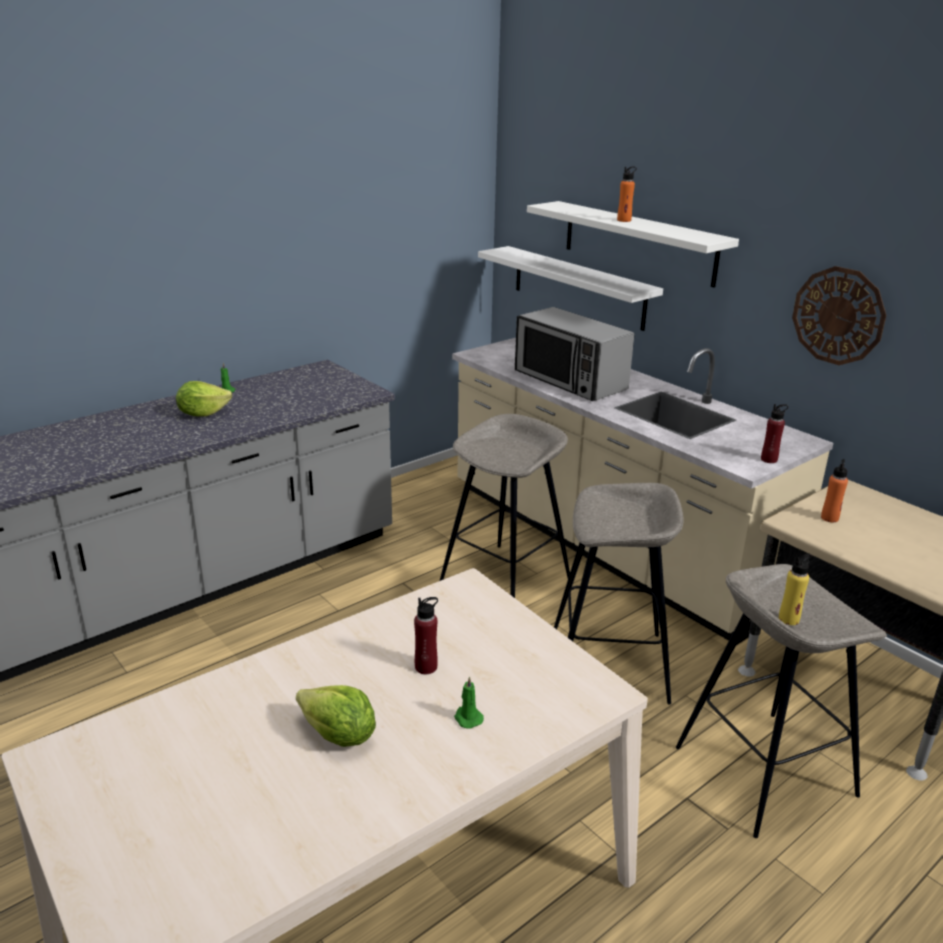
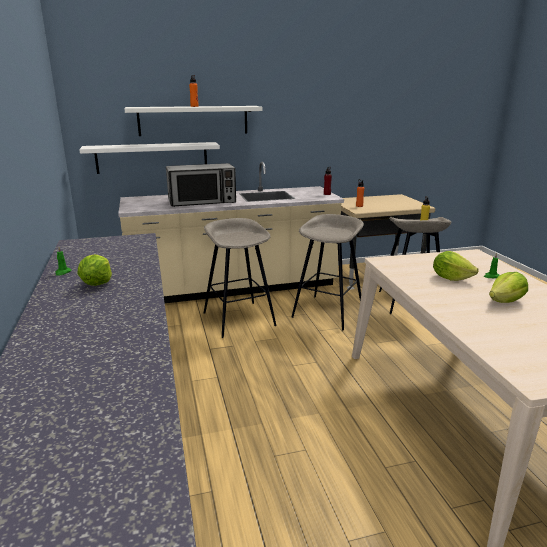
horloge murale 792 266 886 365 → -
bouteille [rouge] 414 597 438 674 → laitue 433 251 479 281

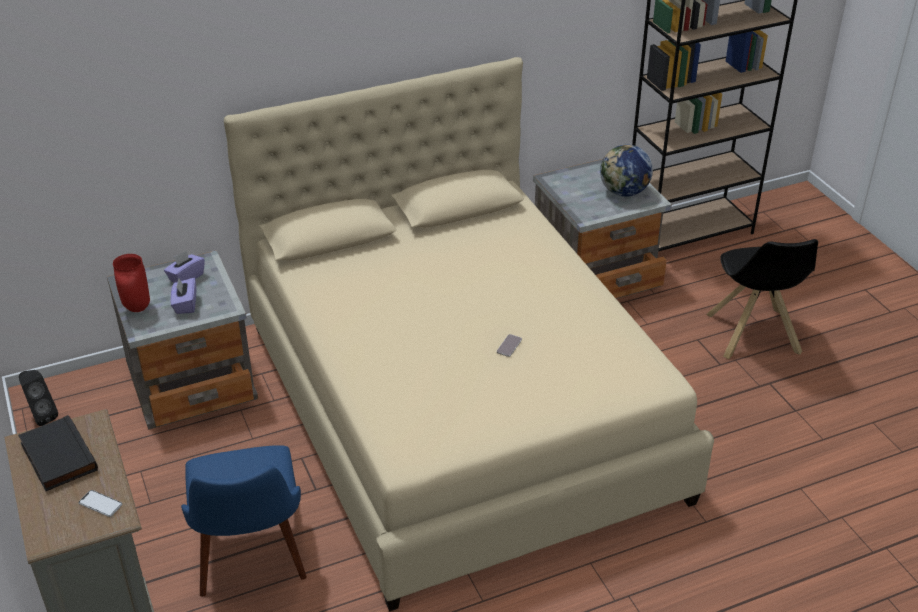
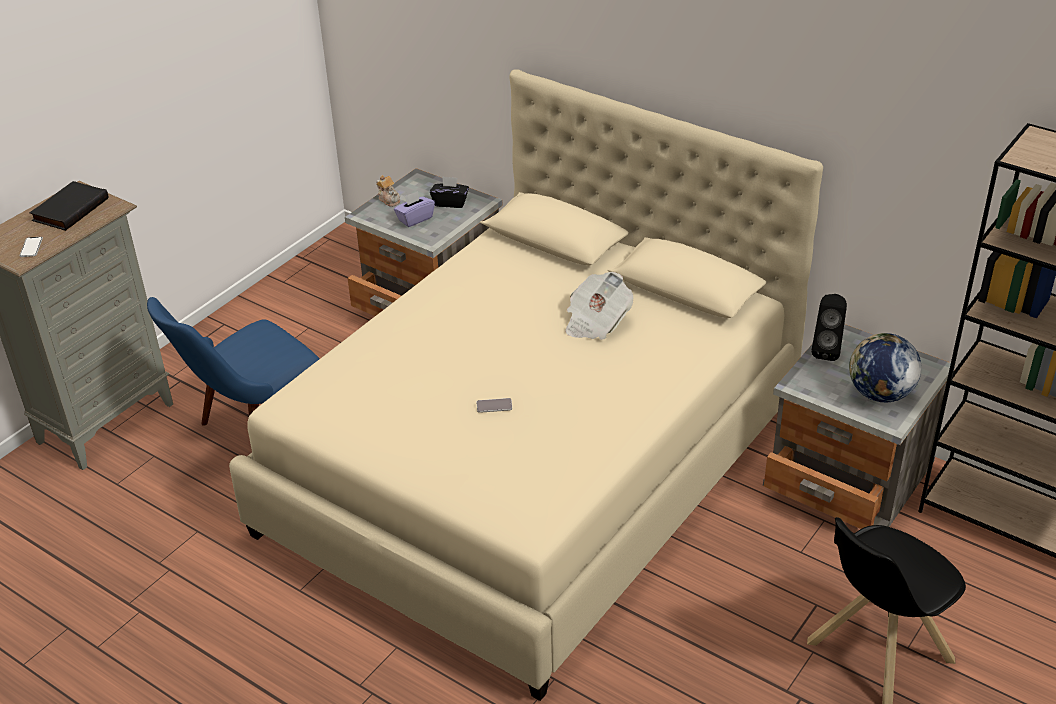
boîte à mouchoirs [violet] 164 250 205 283 → boîte à mouchoirs [noir] 430 176 469 208
vase [rouge] 113 254 150 312 → théière 376 175 400 207
enceinte [noir] 19 370 58 426 → enceinte [noir] 811 294 847 361, moved
- → journal 565 272 633 340

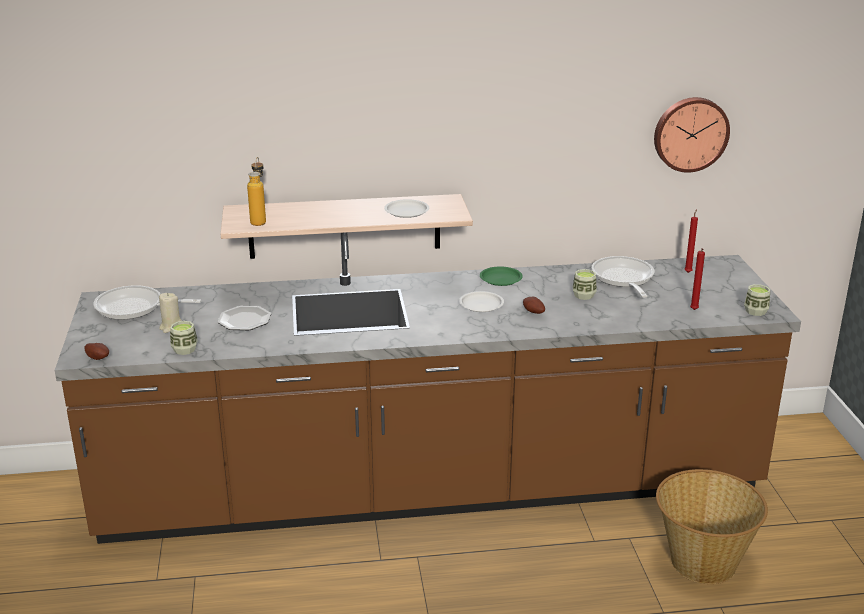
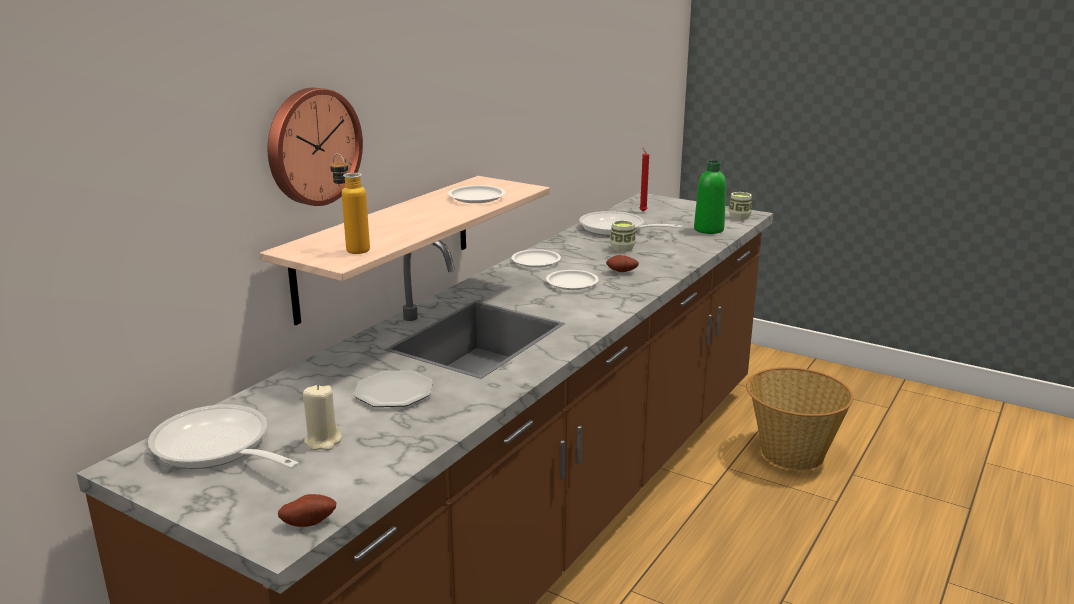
horloge murale 654 97 730 173 → horloge murale 268 88 363 206, moved
bougie [rouge] 690 248 705 310 → bouteille [vert] 694 160 726 234
assiette [vert] 480 266 523 286 → assiette [blanc] 512 249 561 268
poêle 93 285 202 320 → poêle 148 404 299 469, 75 degrees clockwise
tasse 170 321 198 355 → -

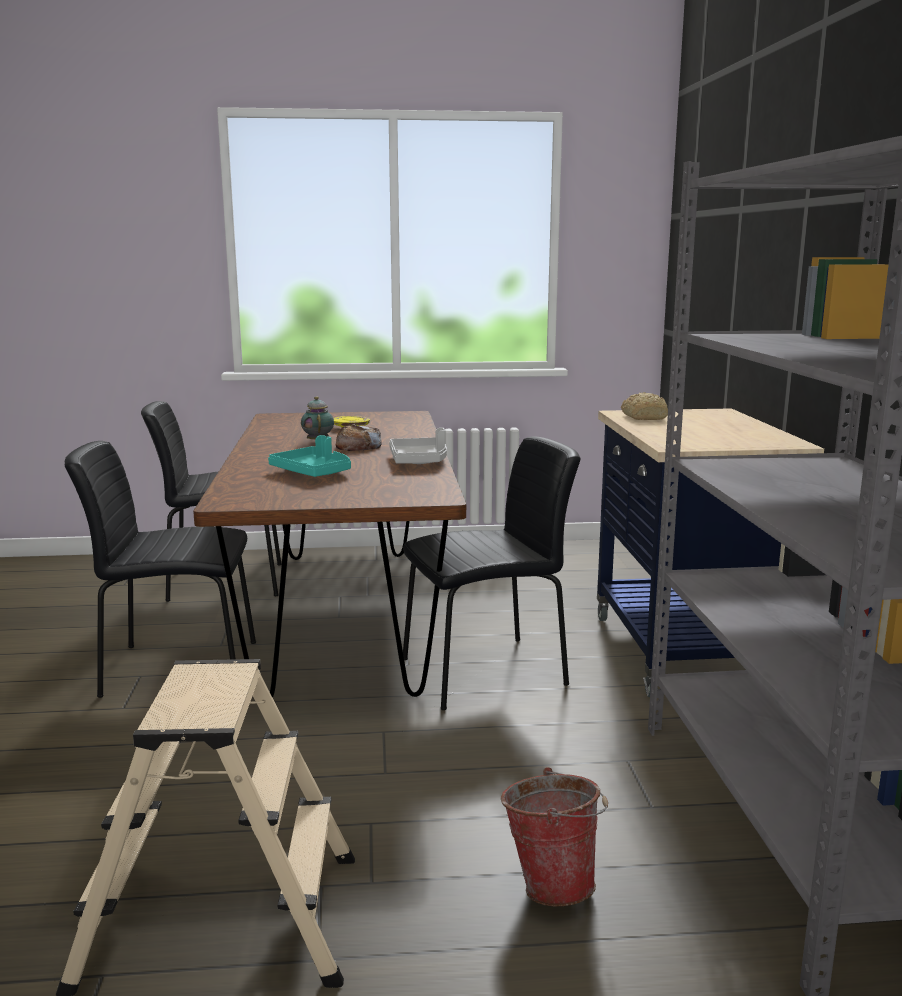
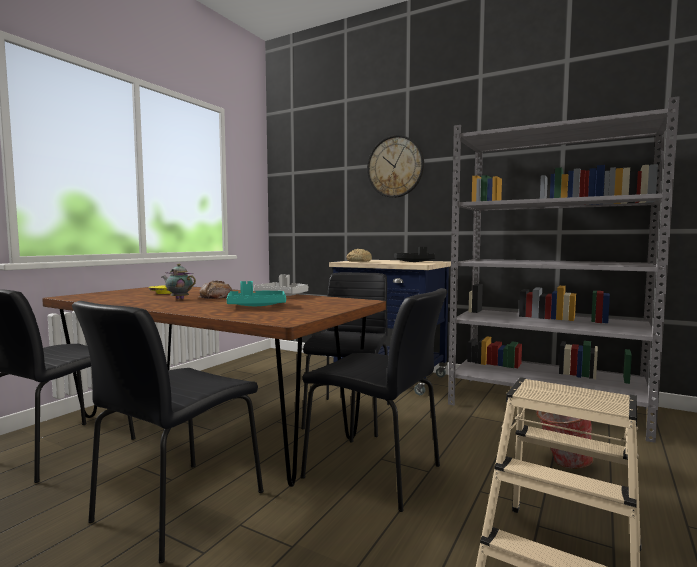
- → horloge murale 367 135 424 198
- → plateau [noir] 394 247 436 262
- → chaise [noir] 301 288 448 512

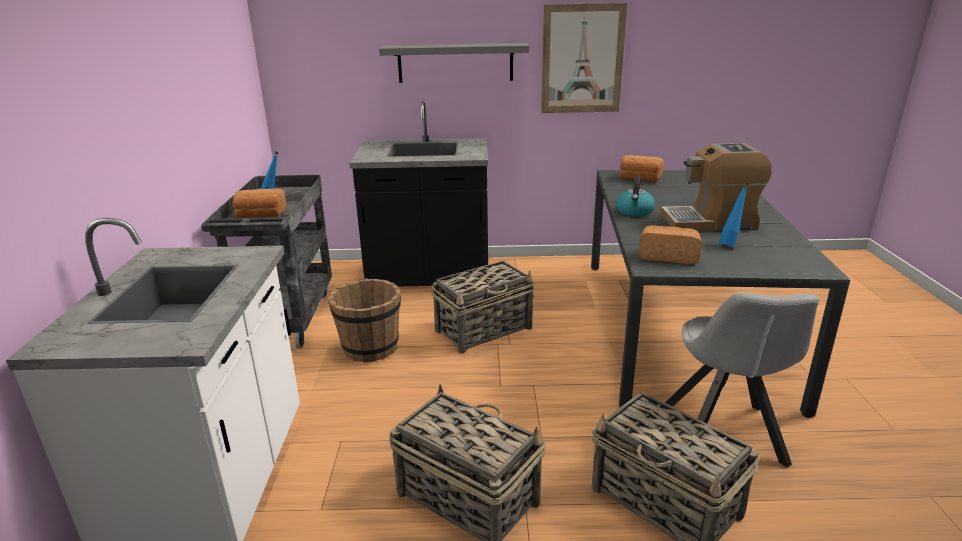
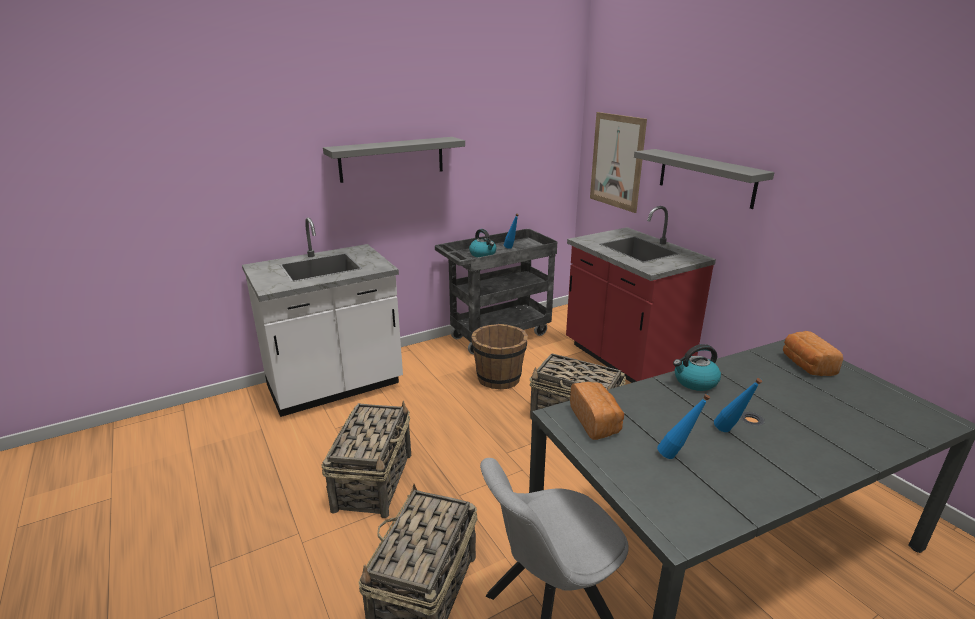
tableau 541 3 627 113 → tableau 590 112 647 213, moved
comptoir de cuisine [noir] 349 101 488 286 → comptoir de cuisine [rouge] 566 206 716 383
machine à café 660 143 772 231 → bouteille [bleu] 714 378 762 432
pain 232 188 287 218 → bouilloire 469 229 496 257
- → étagère [gris] 323 137 465 183

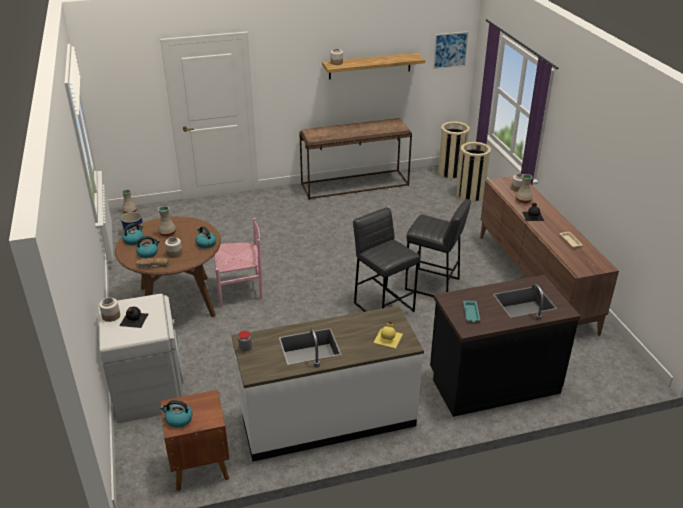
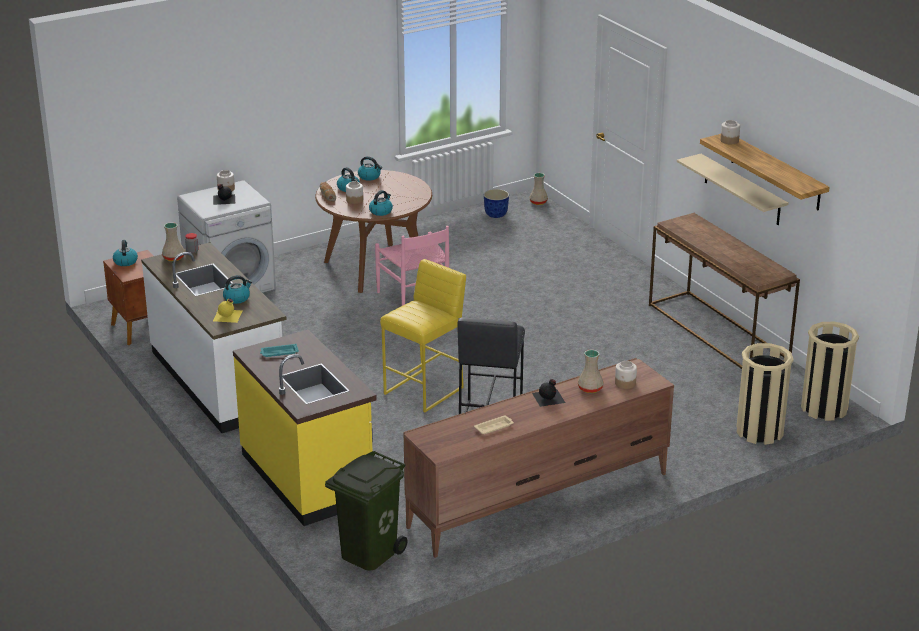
tableau 433 31 469 69 → -
vase [beige] 158 206 176 237 → vase [beige] 162 222 185 261, moved
tabouret [gris] 353 207 420 312 → tabouret [jaune] 380 259 466 412
comptoir de cuisine [noir] 430 275 580 417 → comptoir de cuisine [jaune] 233 330 377 526
- → étagère [beige] 677 154 789 225
- → bouilloire 223 275 252 304
- → poubelle [vert] 325 451 408 571

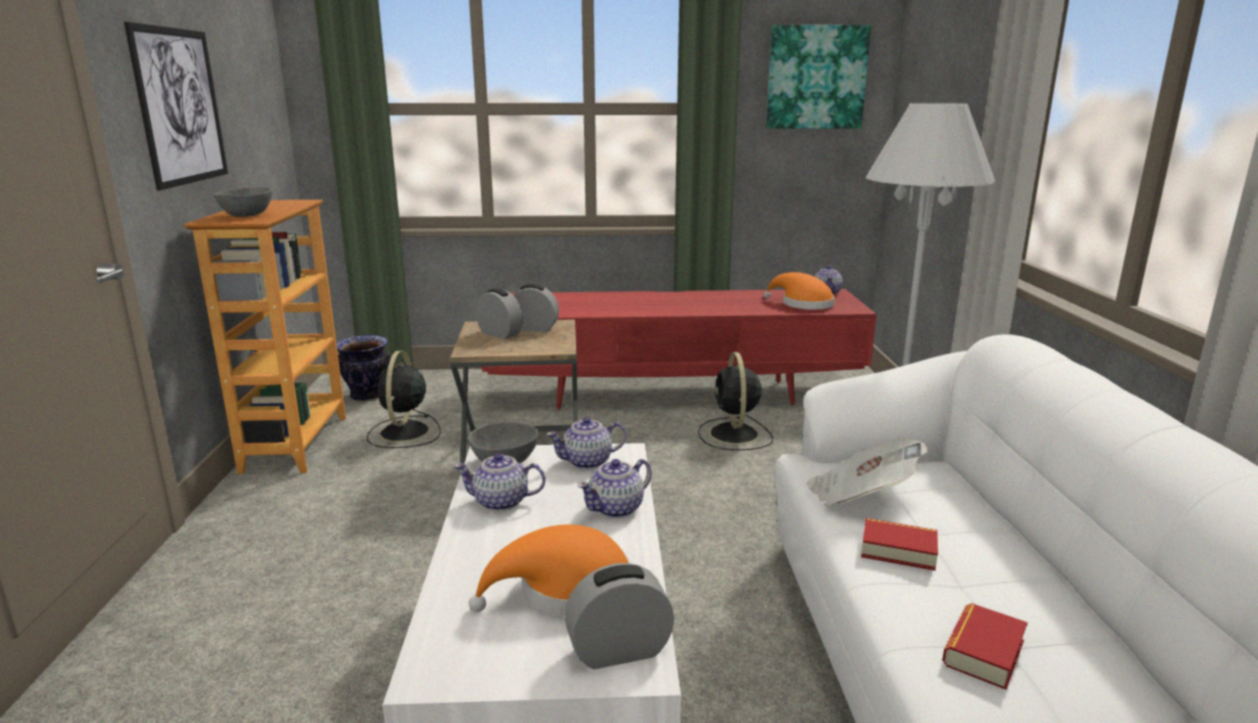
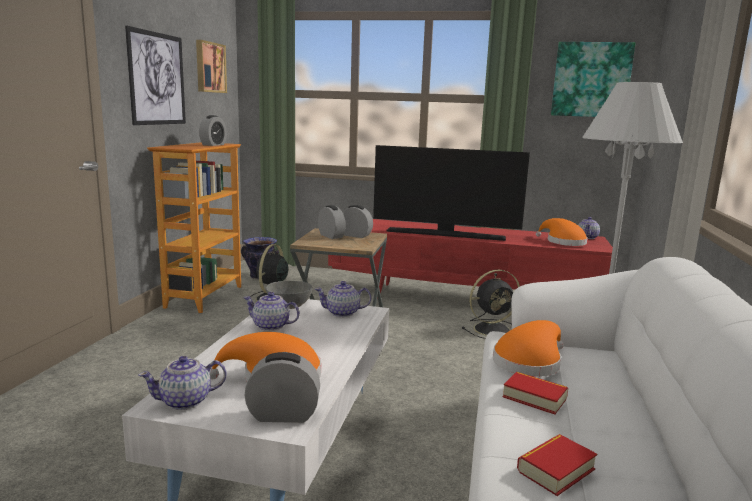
bol [gris] 214 187 272 217 → -
ventilateur [noir] 698 352 773 450 → ventilateur [noir] 462 270 520 339, 120 degrees counterclockwise
journal 806 437 928 507 → chapeau [orange] 493 320 564 377
théière 578 459 652 518 → théière 139 356 227 410, moved
- → tableau 196 40 227 93
- → réveil 199 115 227 146
- → téléviseur 373 145 530 241

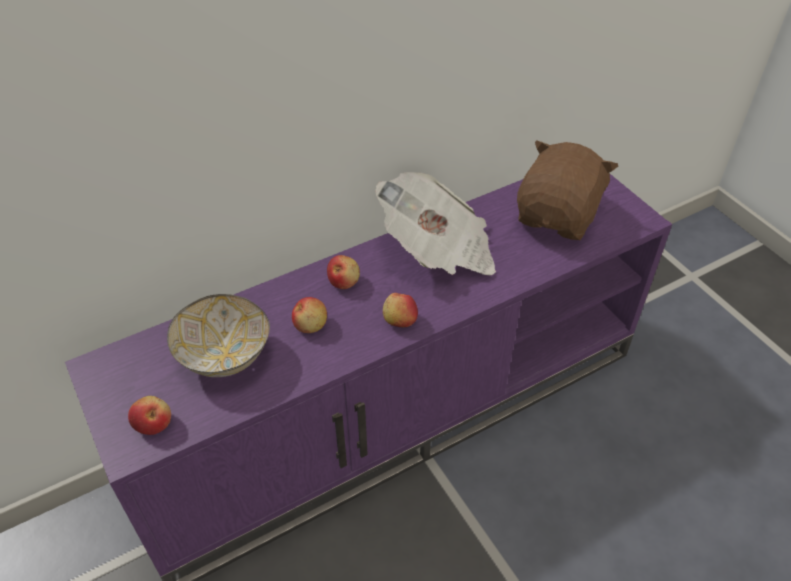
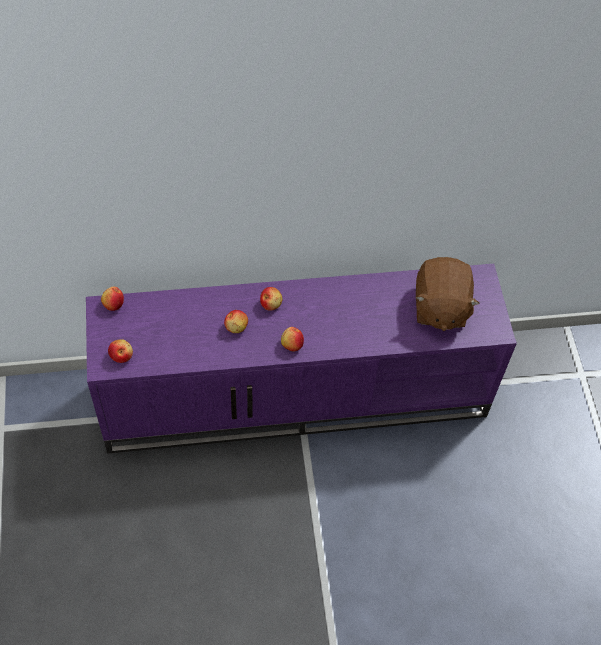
peluche [marron] 517 140 618 240 → peluche [marron] 415 257 480 331, 135 degrees clockwise
journal 375 172 496 276 → -
bol 167 294 270 377 → -
- → pomme 101 287 124 311

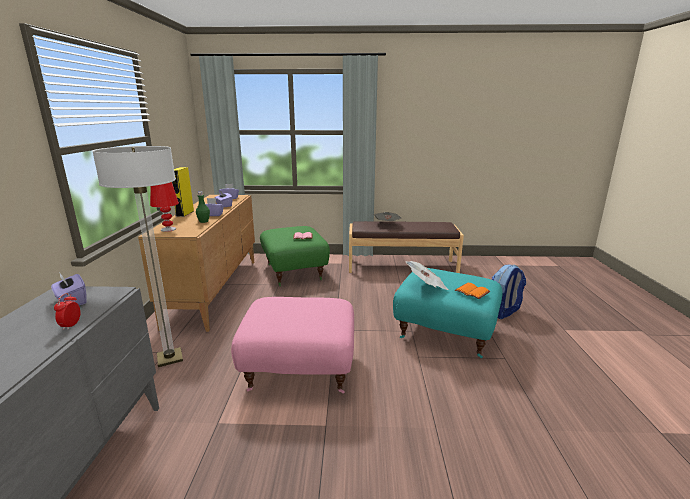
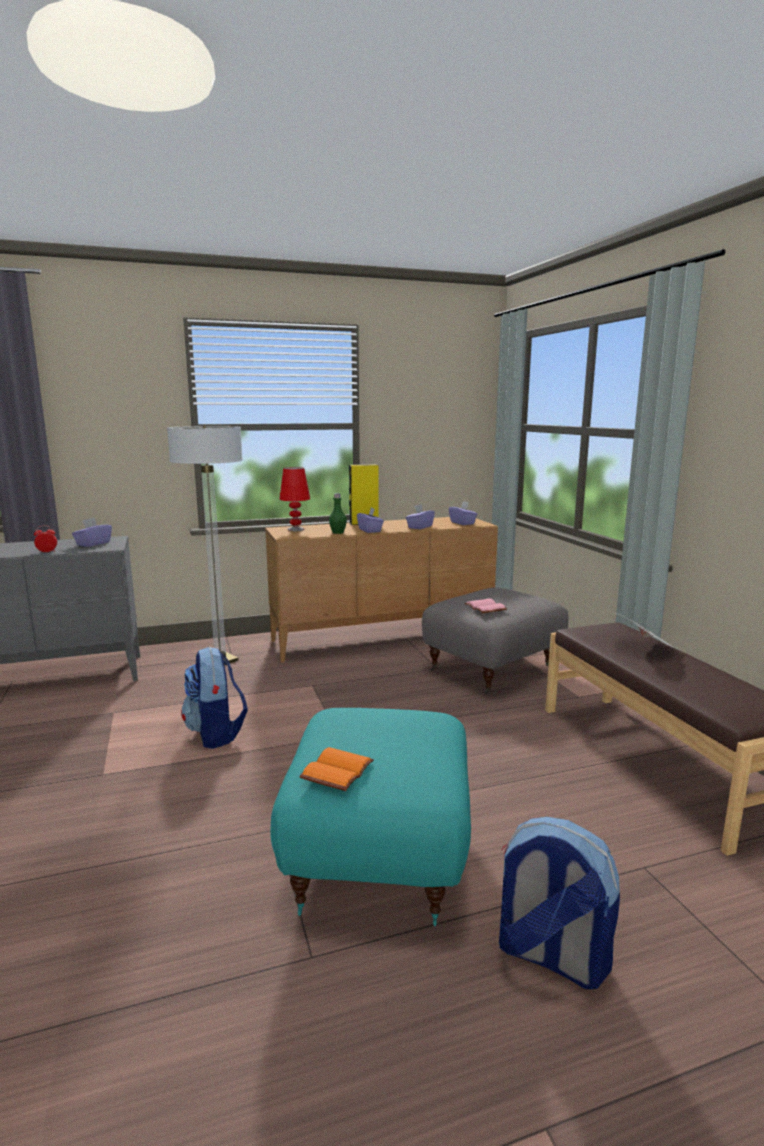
pouf [vert] 260 226 330 286 → pouf [gris] 422 588 568 694
journal 405 261 449 290 → -
pouf [rose] 231 297 354 393 → sac à dos 181 647 248 749

